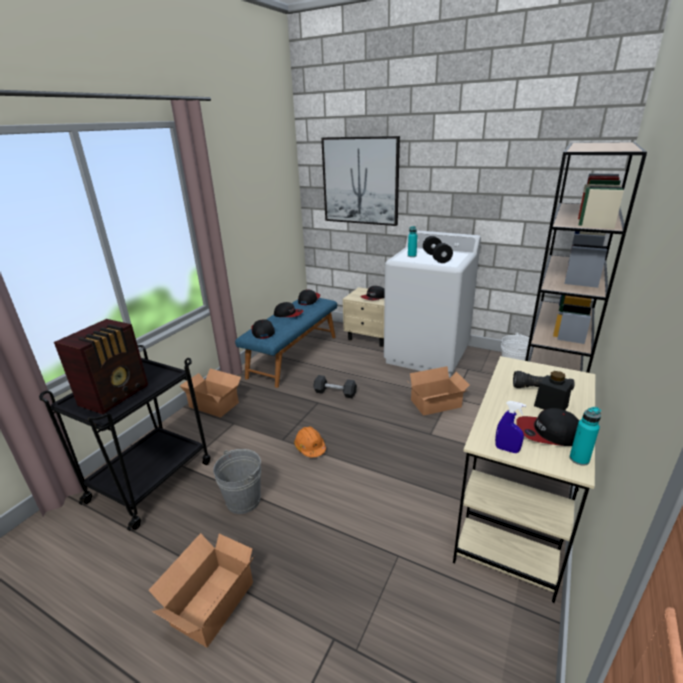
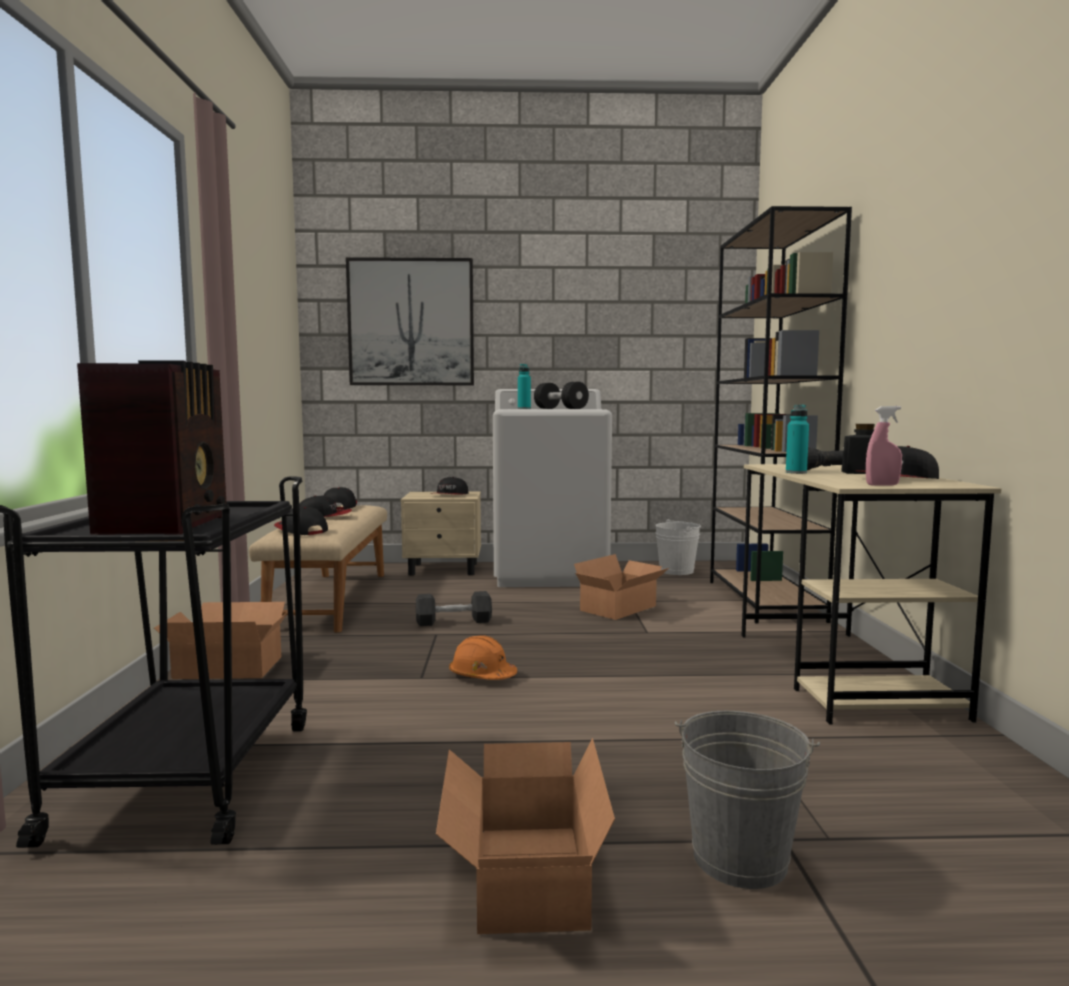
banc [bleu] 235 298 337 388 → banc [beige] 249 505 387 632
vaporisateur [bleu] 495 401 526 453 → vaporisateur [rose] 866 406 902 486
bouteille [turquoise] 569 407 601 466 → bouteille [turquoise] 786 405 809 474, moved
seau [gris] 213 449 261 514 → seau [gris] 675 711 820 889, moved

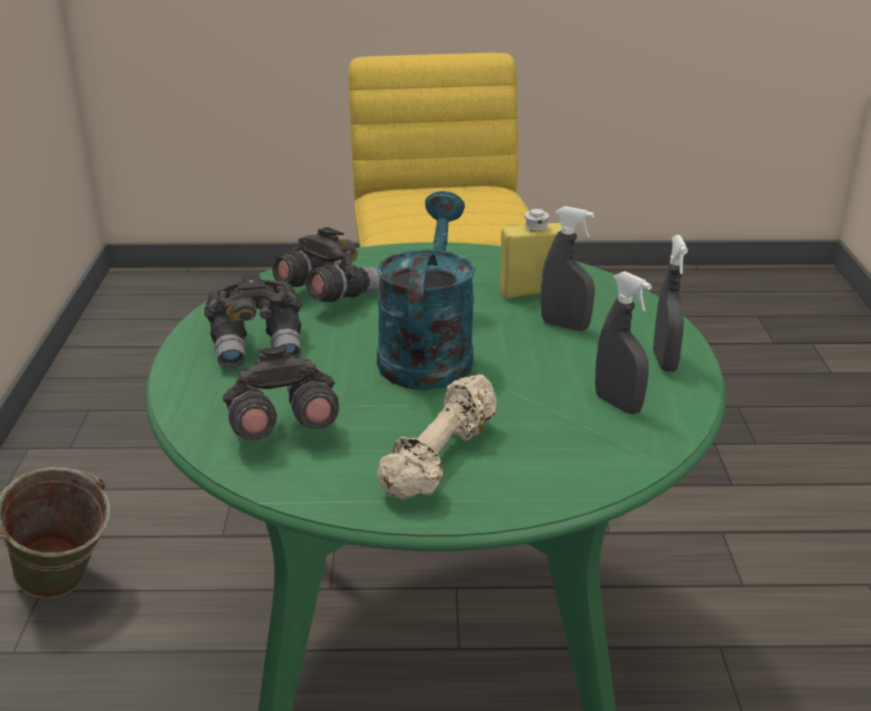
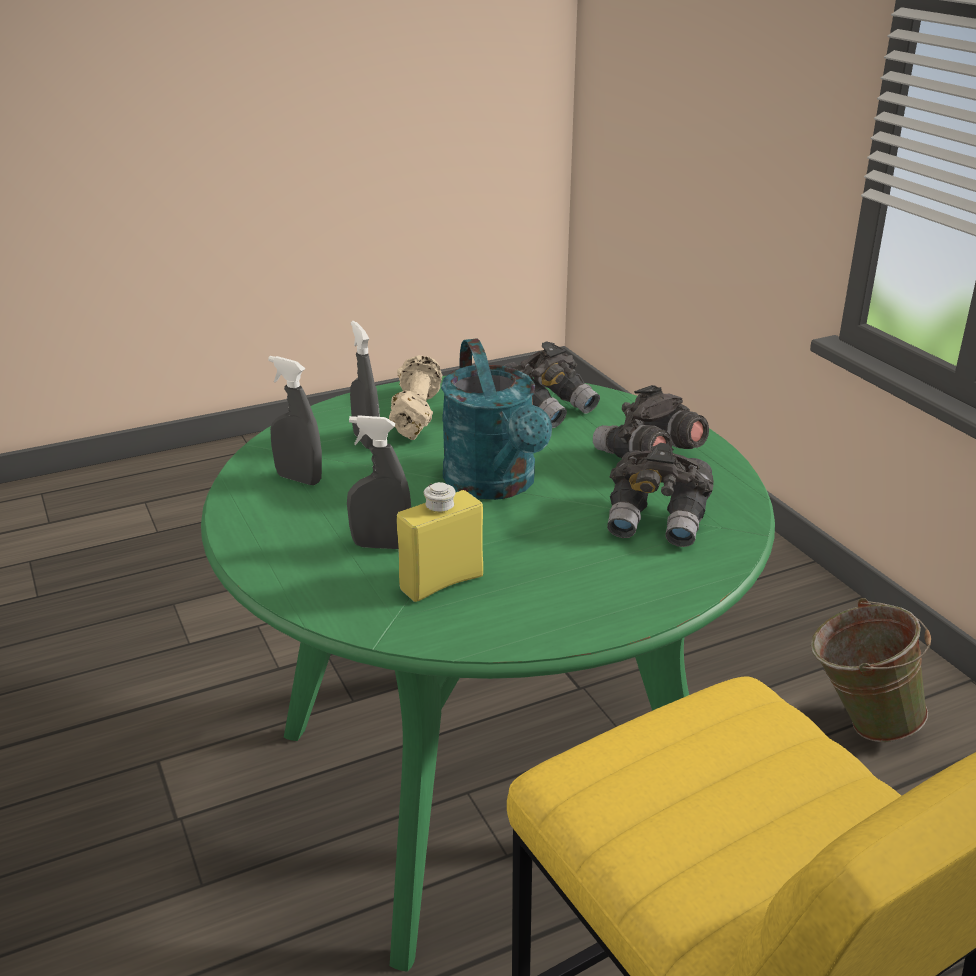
vaporisateur [gris] 653 235 688 372 → vaporisateur [gris] 350 321 380 449, moved

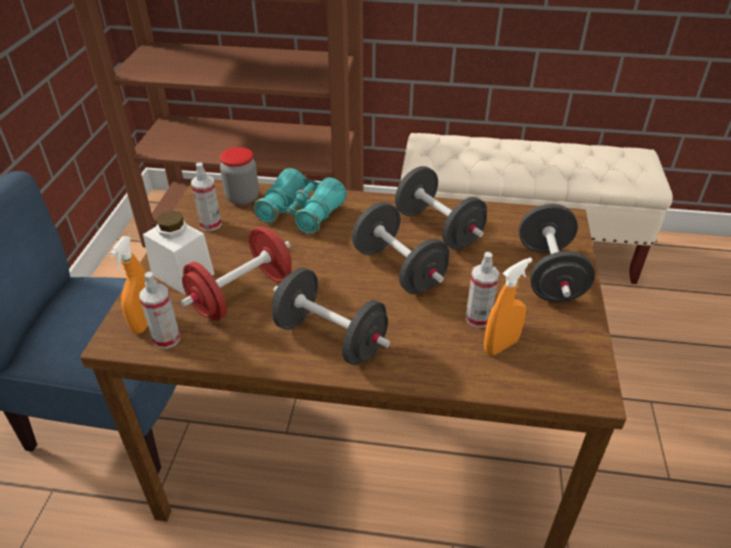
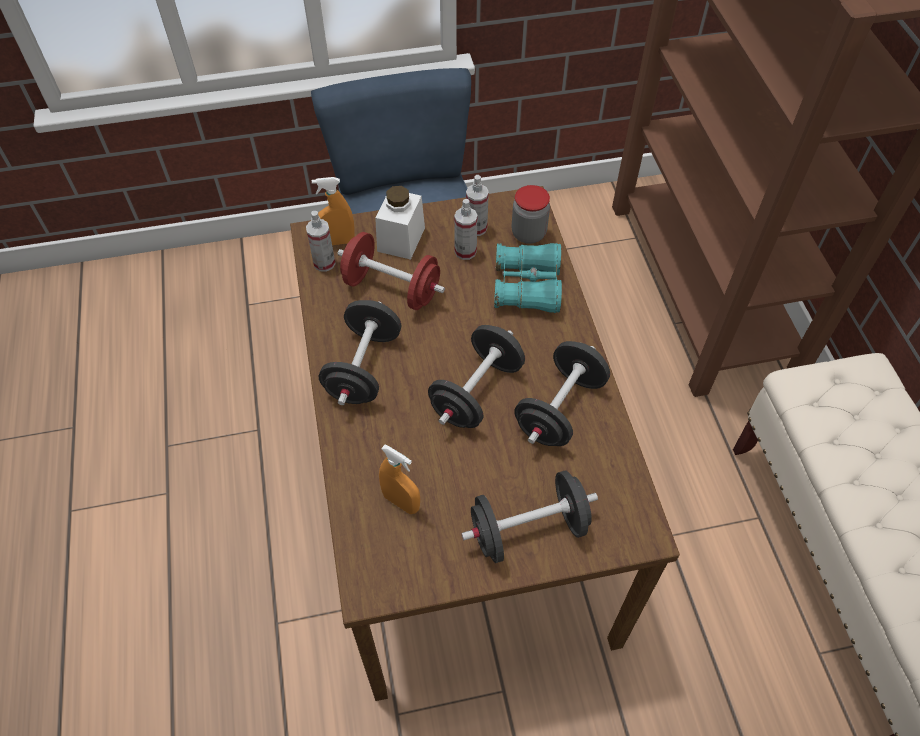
vaporisateur 465 252 499 328 → vaporisateur 454 199 478 260, moved

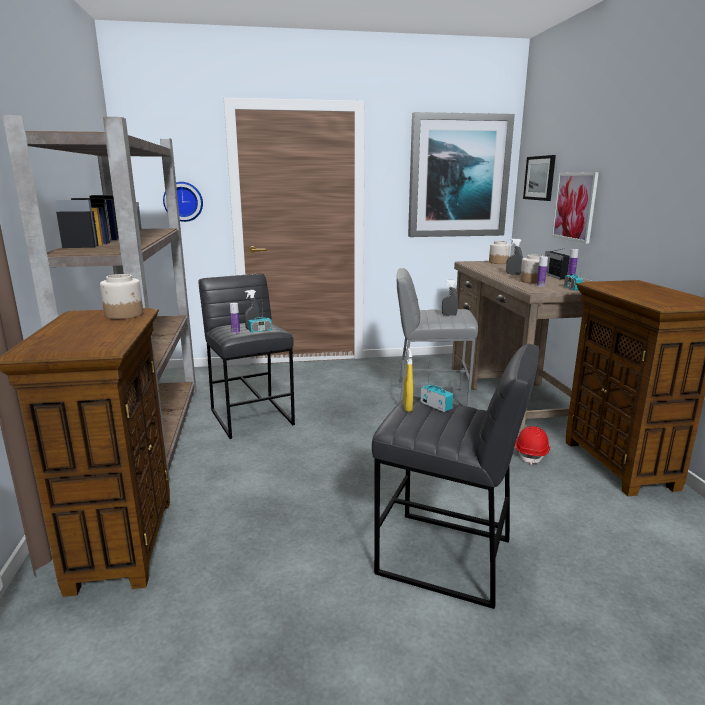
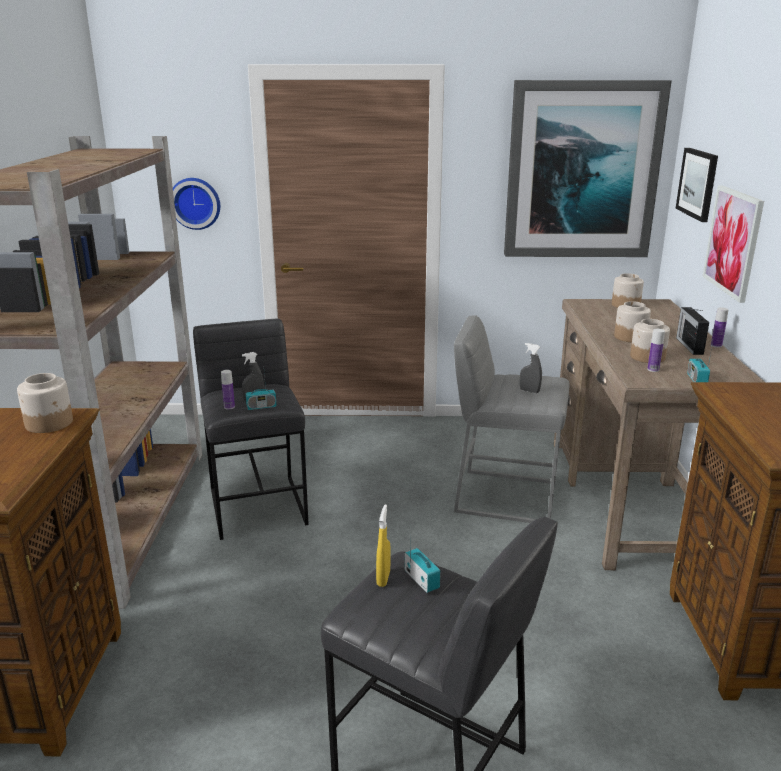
vaporisateur [gris] 506 238 523 275 → bocal 614 301 651 342
casque de chantier [rouge] 515 426 550 465 → -

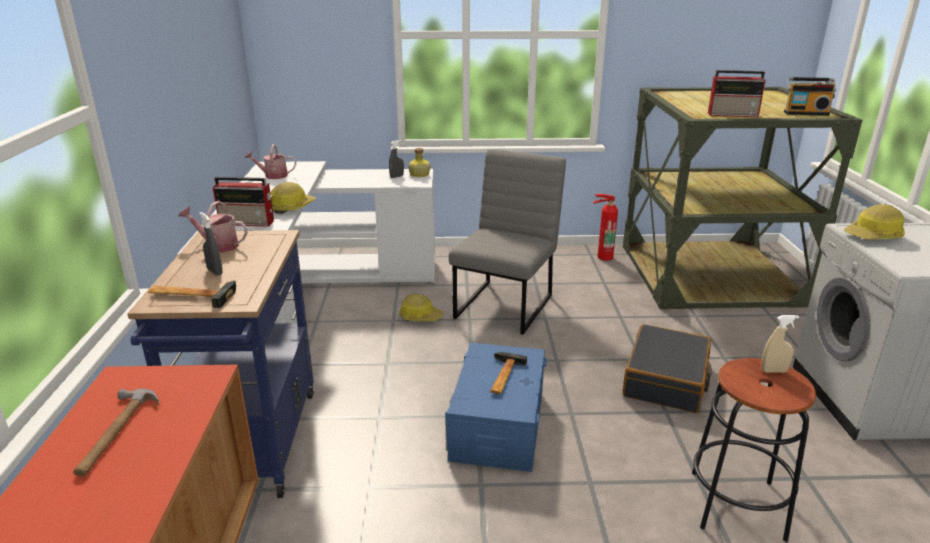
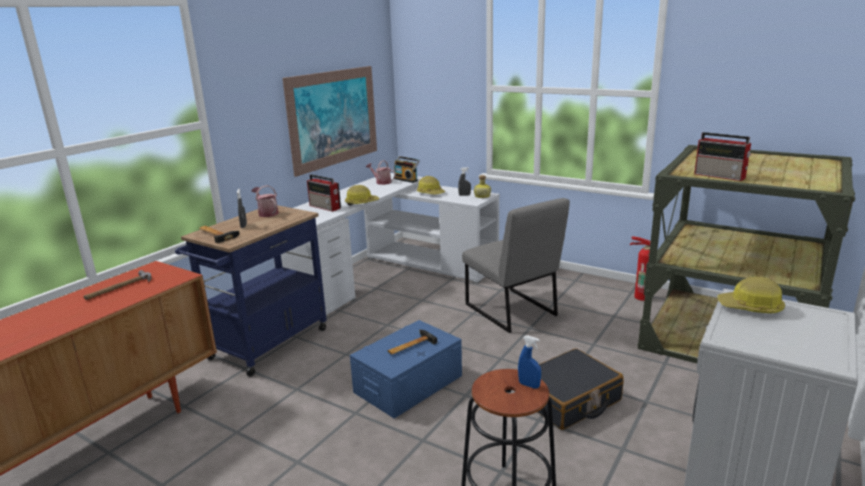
radio 784 77 837 116 → radio 394 156 420 183, moved
chaise [gris] 449 149 566 335 → chaise [gris] 462 198 570 333, 90 degrees clockwise
casque de chantier 399 294 443 321 → casque de chantier 417 176 445 194, moved
vaporisateur [beige] 761 315 799 373 → vaporisateur [bleu] 518 335 541 389
- → tableau 283 66 377 177

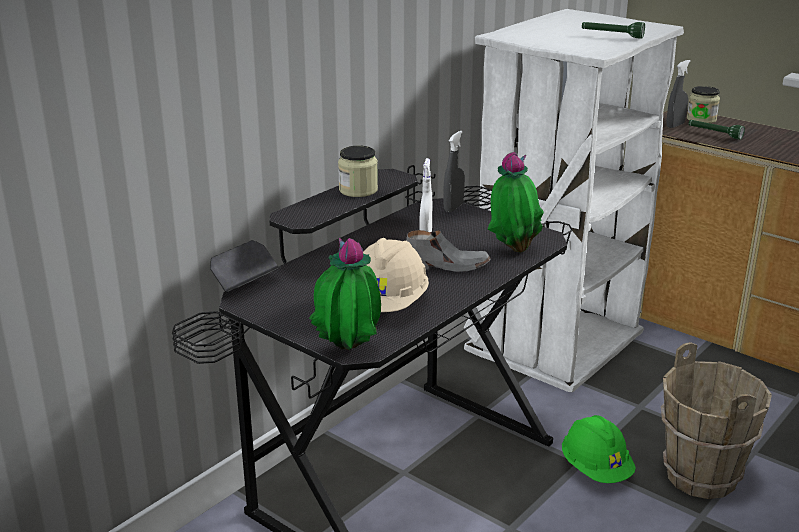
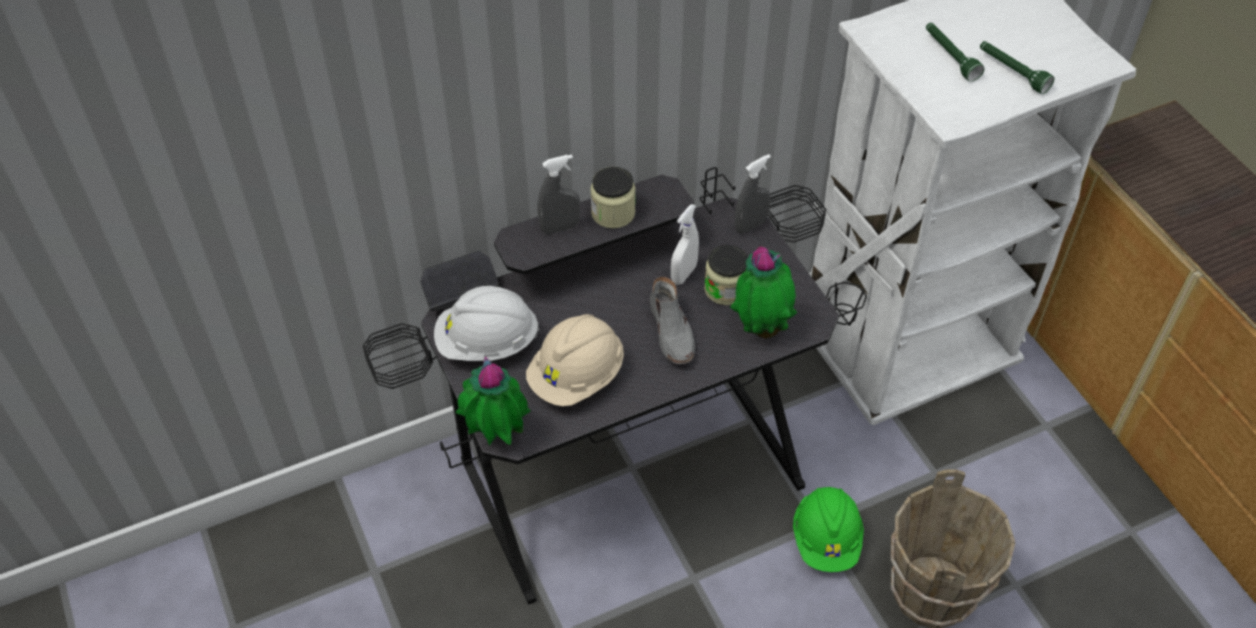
vaporisateur [gris] 666 60 691 128 → vaporisateur [gris] 537 155 580 234, moved
bocal 687 86 720 124 → bocal 704 245 748 305, moved
lampe de poche [vert] 688 120 745 140 → lampe de poche [vert] 926 23 984 82, moved
chaussure [gris] 406 230 491 272 → chaussure [gris] 650 277 695 364, 45 degrees clockwise
- → casque de chantier [blanc] 434 286 540 361

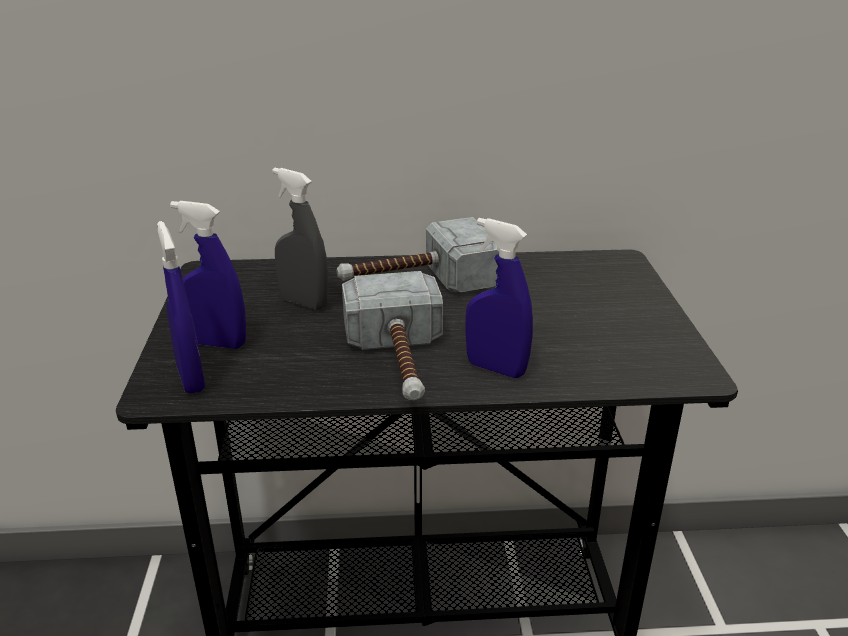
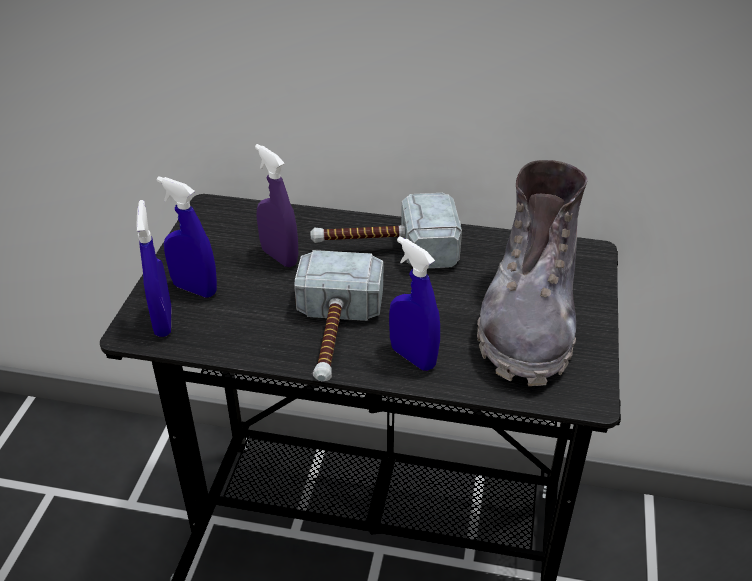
vaporisateur [gris] 272 168 328 310 → vaporisateur [violet] 255 144 298 267
- → botte [gris] 477 160 588 386

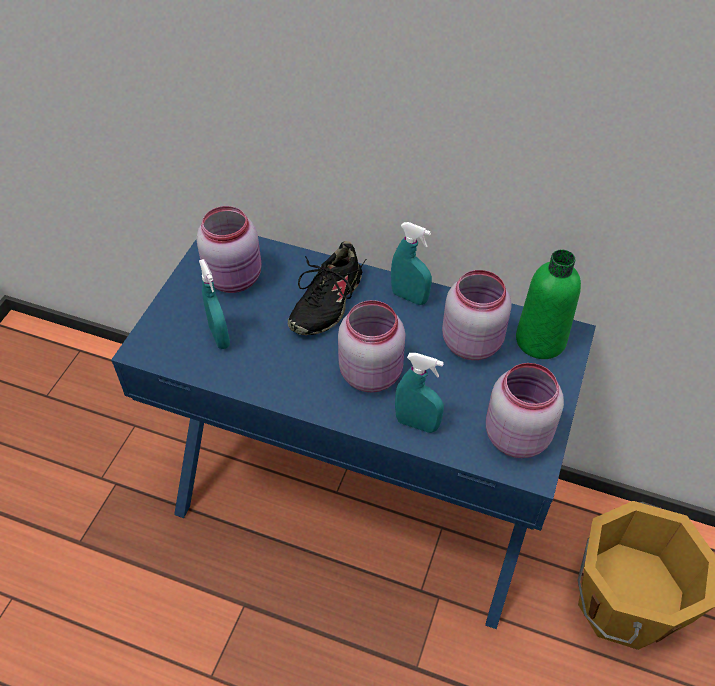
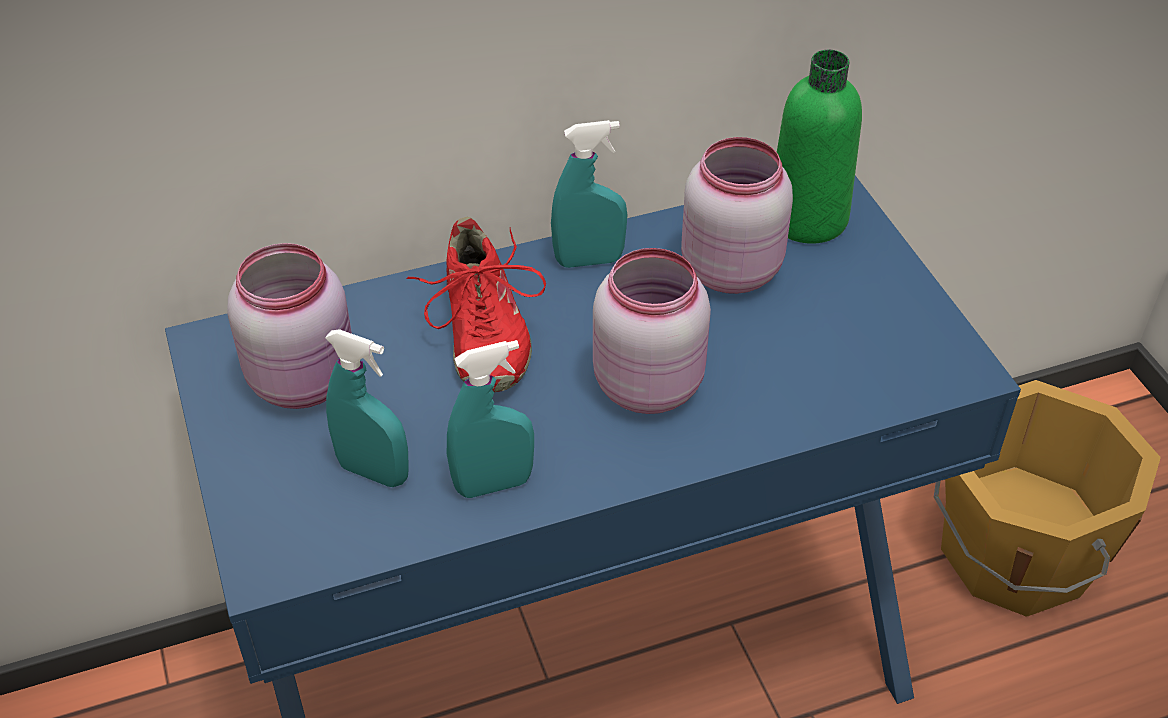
chaussure [noir] 288 241 366 335 → chaussure [rouge] 407 217 546 392
vaporisateur [turquoise] 395 353 444 433 → vaporisateur [turquoise] 447 340 534 498, moved
bocal [rose] 486 363 564 458 → -

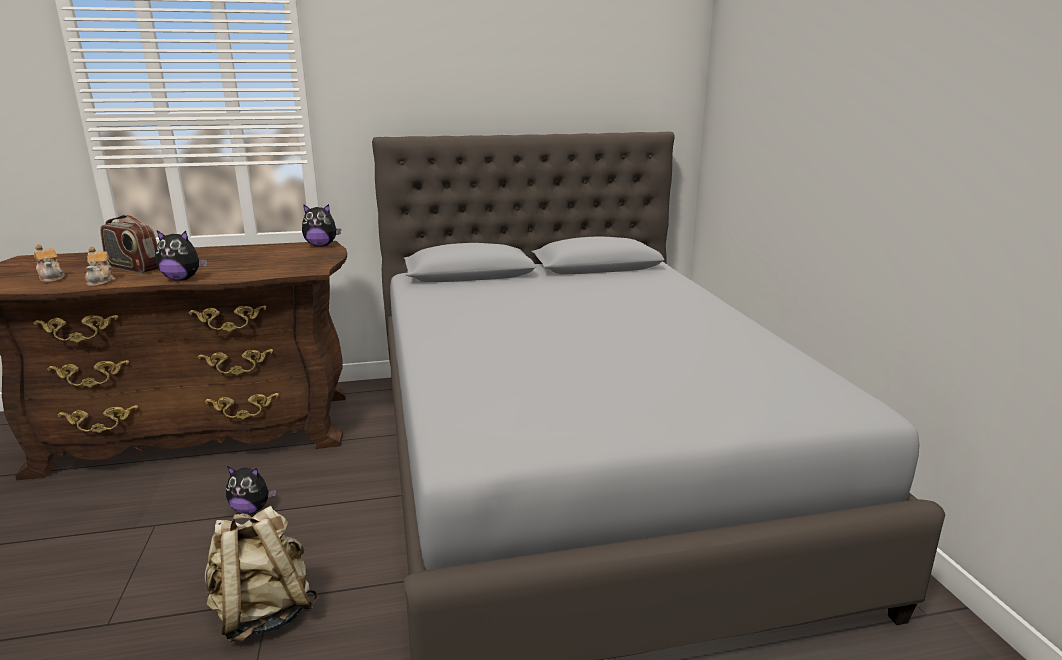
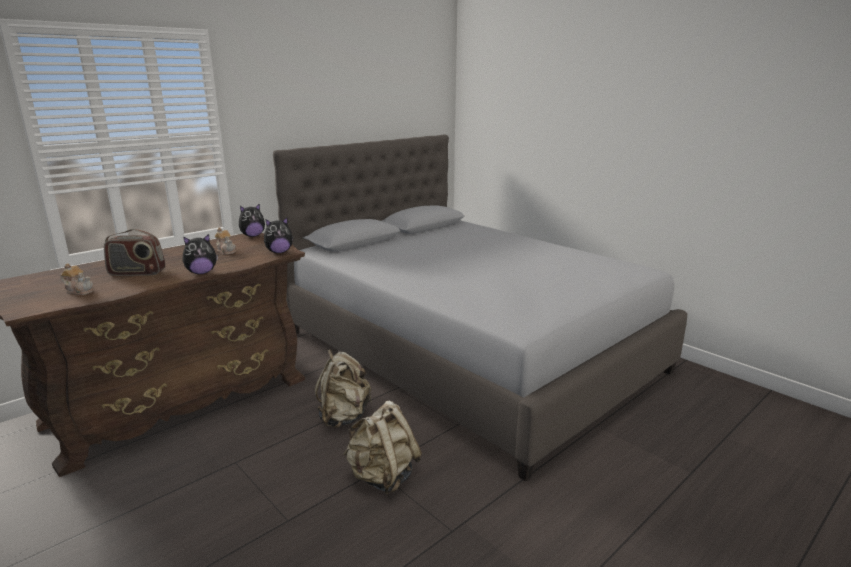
théière 85 246 116 286 → théière 215 227 236 255, moved
peluche 226 466 276 514 → peluche 264 218 294 253, moved
- → sac à dos [beige] 315 349 372 428

